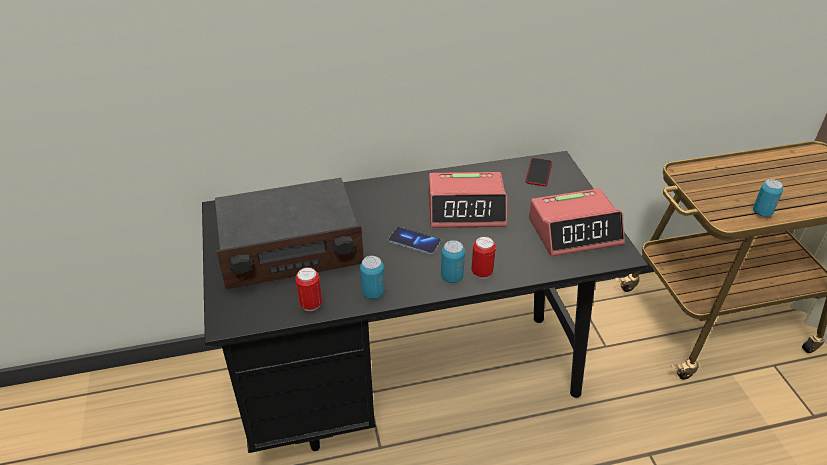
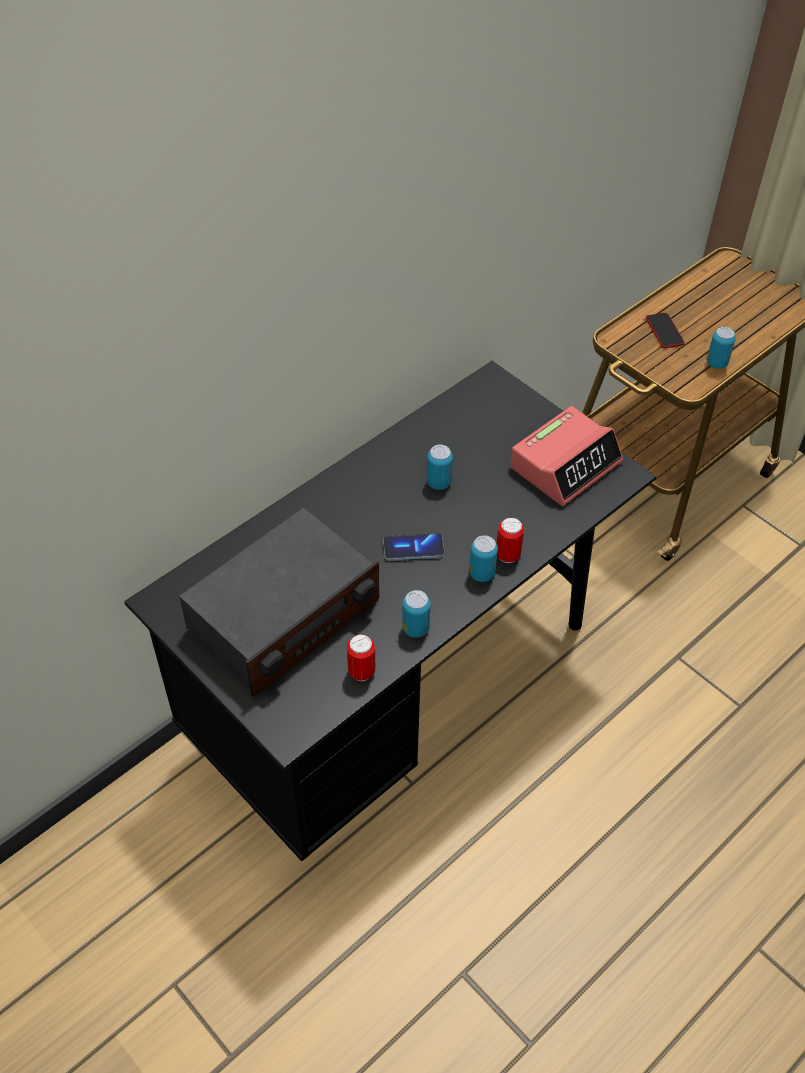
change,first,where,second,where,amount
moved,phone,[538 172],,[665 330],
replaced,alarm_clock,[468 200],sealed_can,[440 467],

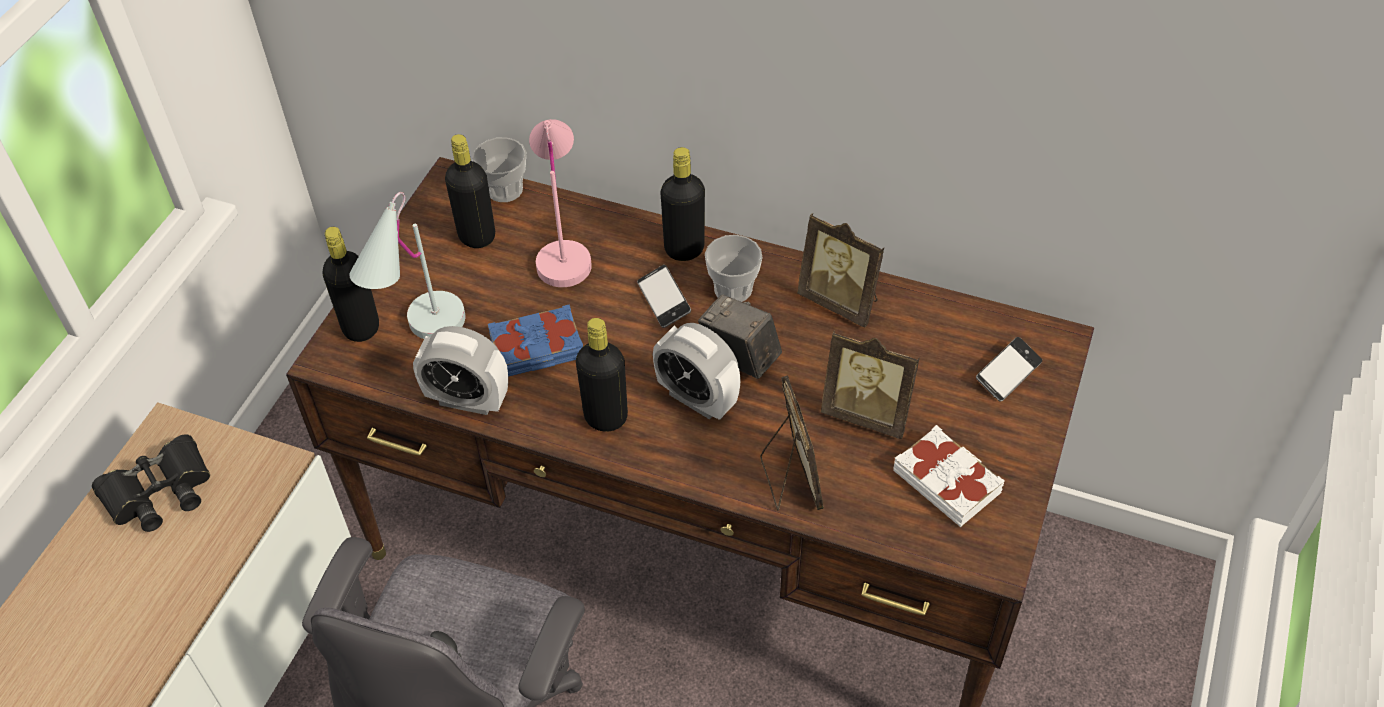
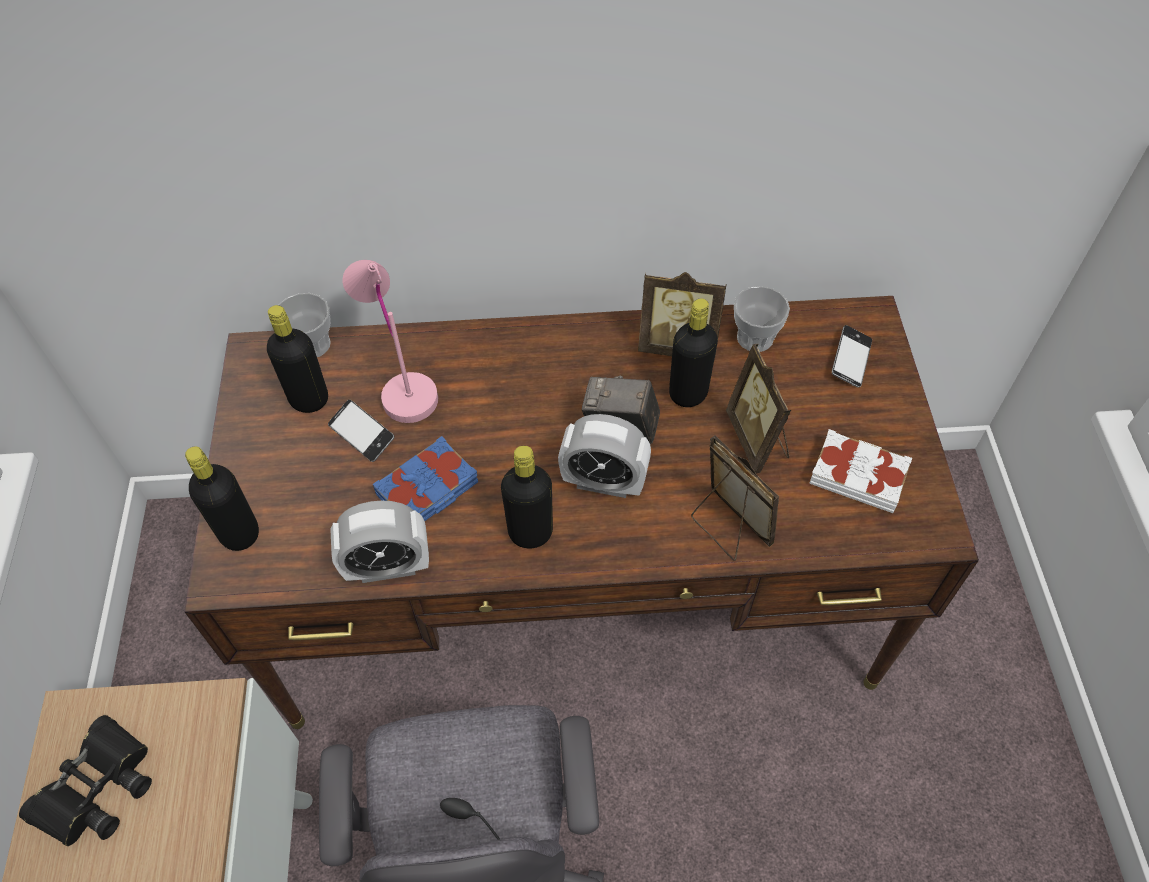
change,first,where,second,where,amount
moved,blackish_beverage_bottle,[683 204],,[693 353],
removed,white_tabletop_lamp,[407 265],,,
moved,cup,[733 268],,[762 319],
moved,phone,[664 296],,[361 431],
turned,standing_frame,[870 384],,[758 409],75 degrees clockwise

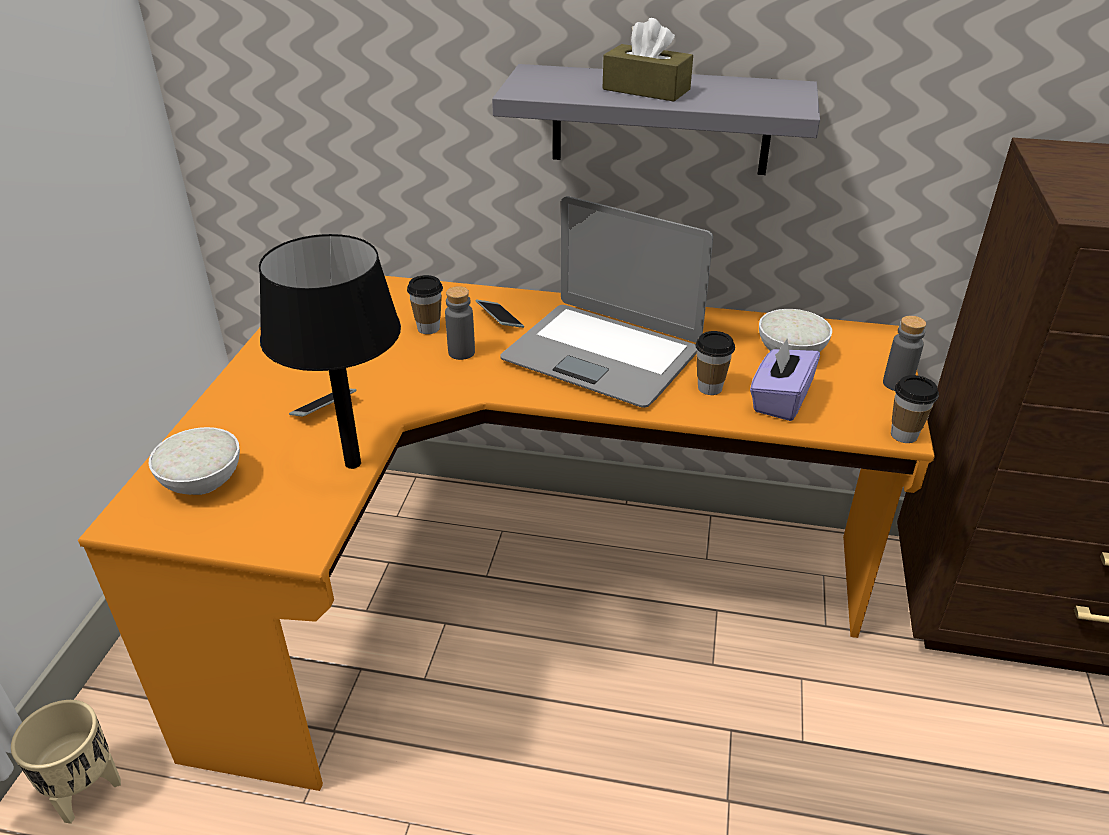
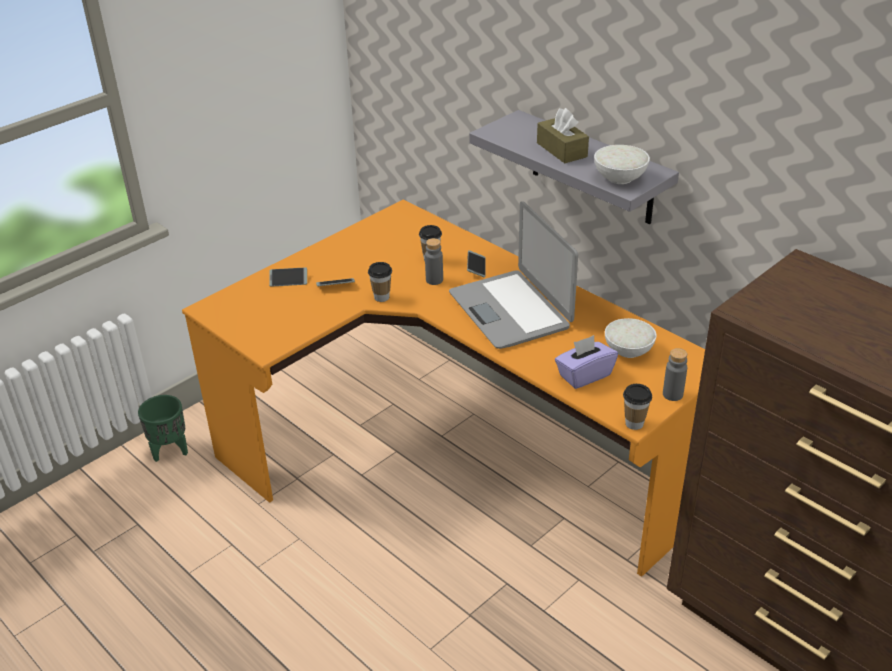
change,first,where,second,where,amount
removed,blackish_tabletop_lamp,[330 351],,,
moved,cup,[715 363],,[380 282],
moved,white_bowl,[194 461],,[622 164],
recoloured,beige_plant_pot,[66 762],greenish_plant_pot,[163 428],
added,,,phone,[288 277],

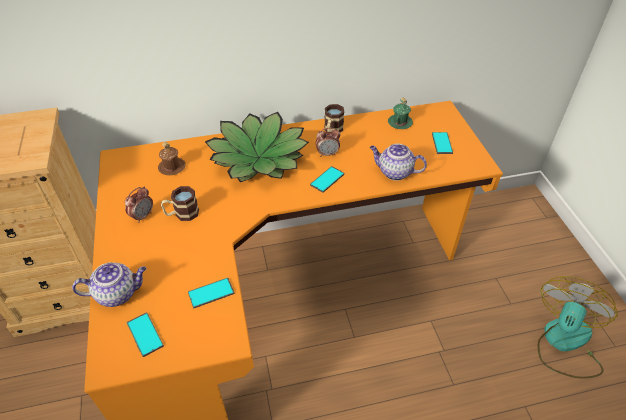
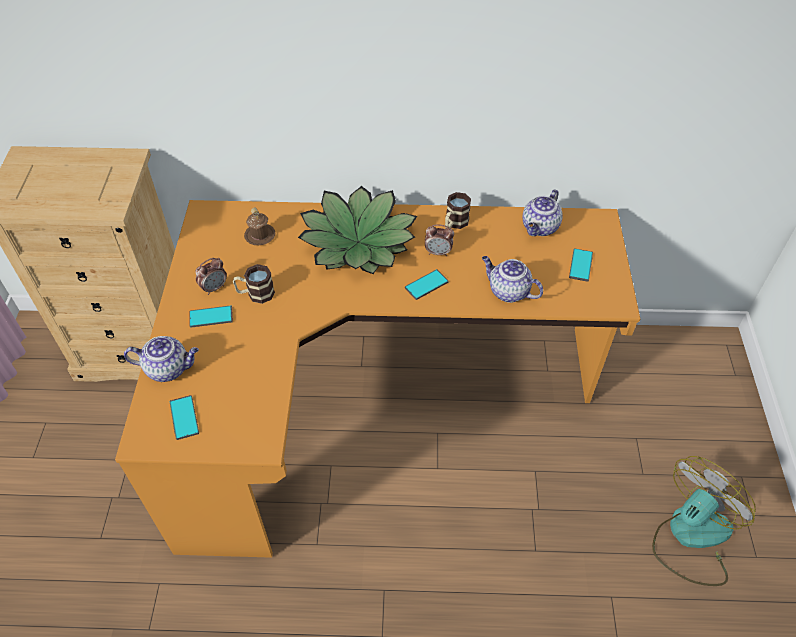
change,first,where,second,where,amount
replaced,greenish_mug,[400 113],tea_pot,[542 212],
moved,phone,[211 293],,[211 316],

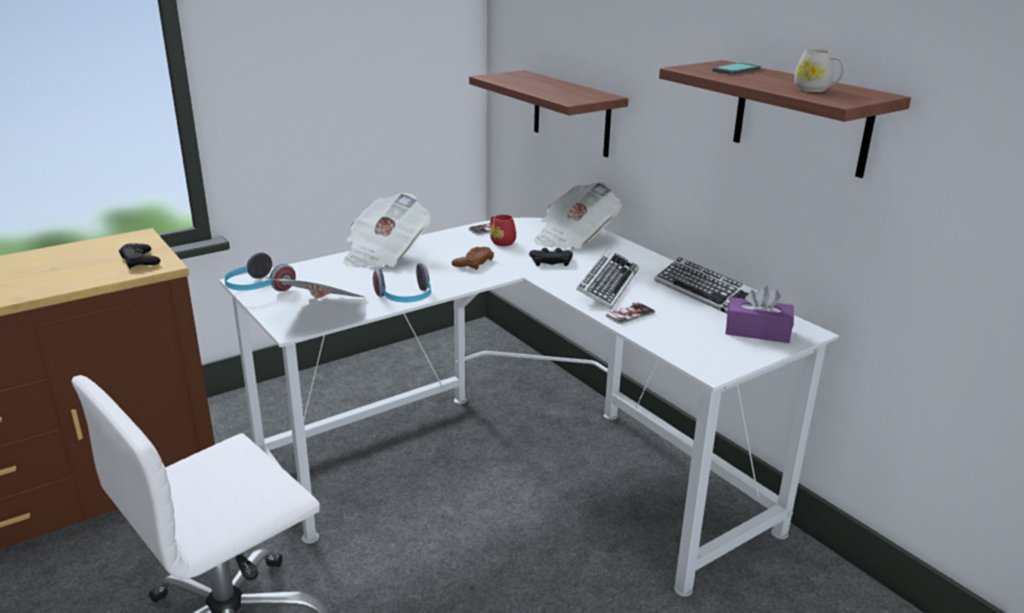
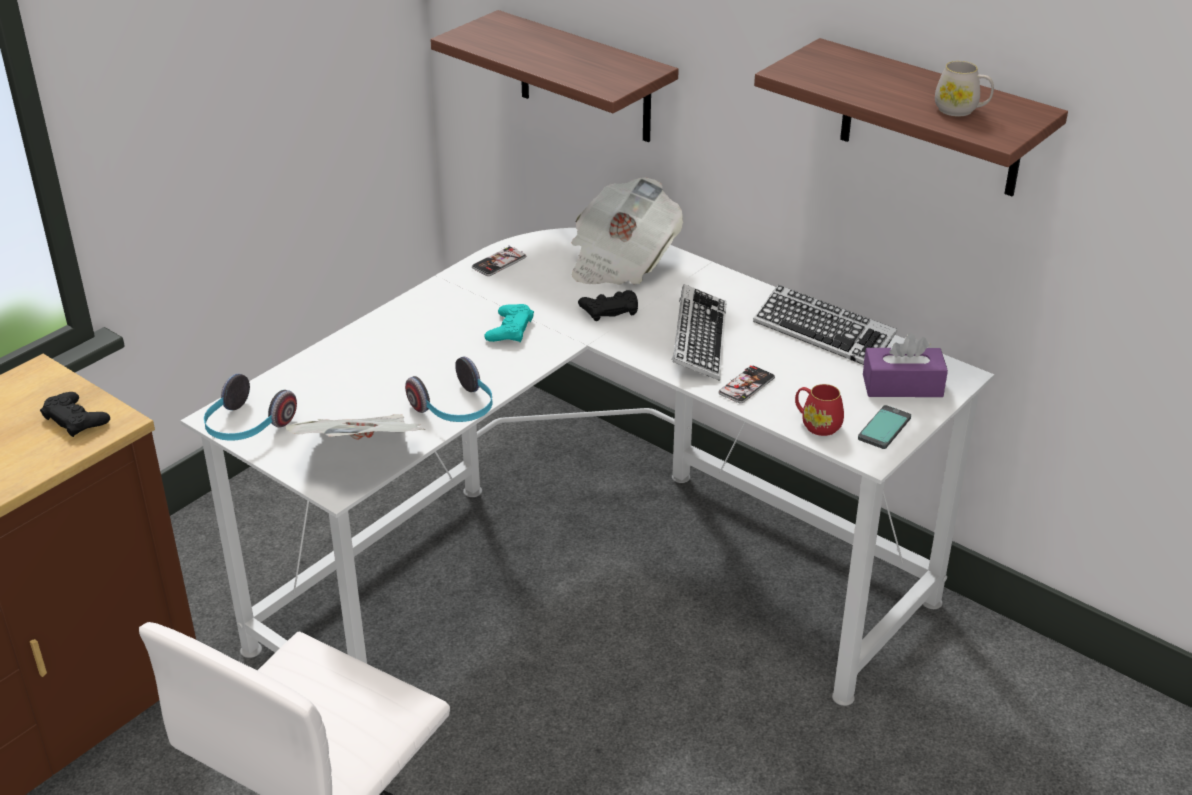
change,first,where,second,where,amount
moved,phone,[736 69],,[884 427],
removed,newspaper,[387 230],,,
moved,reddish_mug,[503 230],,[819 410],
recoloured,brownish_game_controller,[473 258],turquoise_game_controller,[509 323],

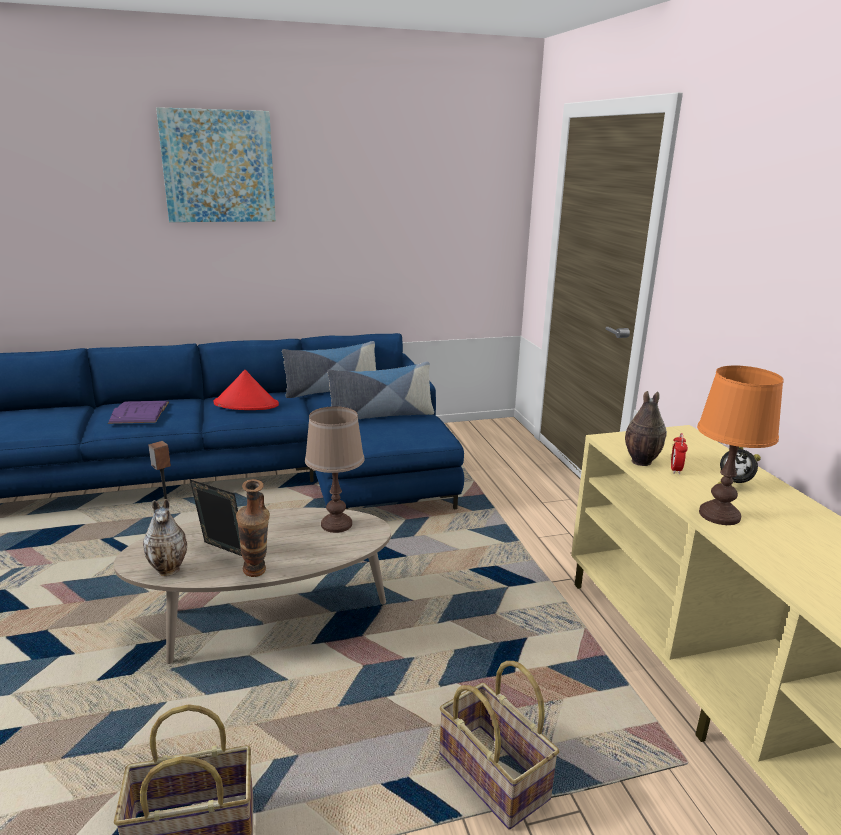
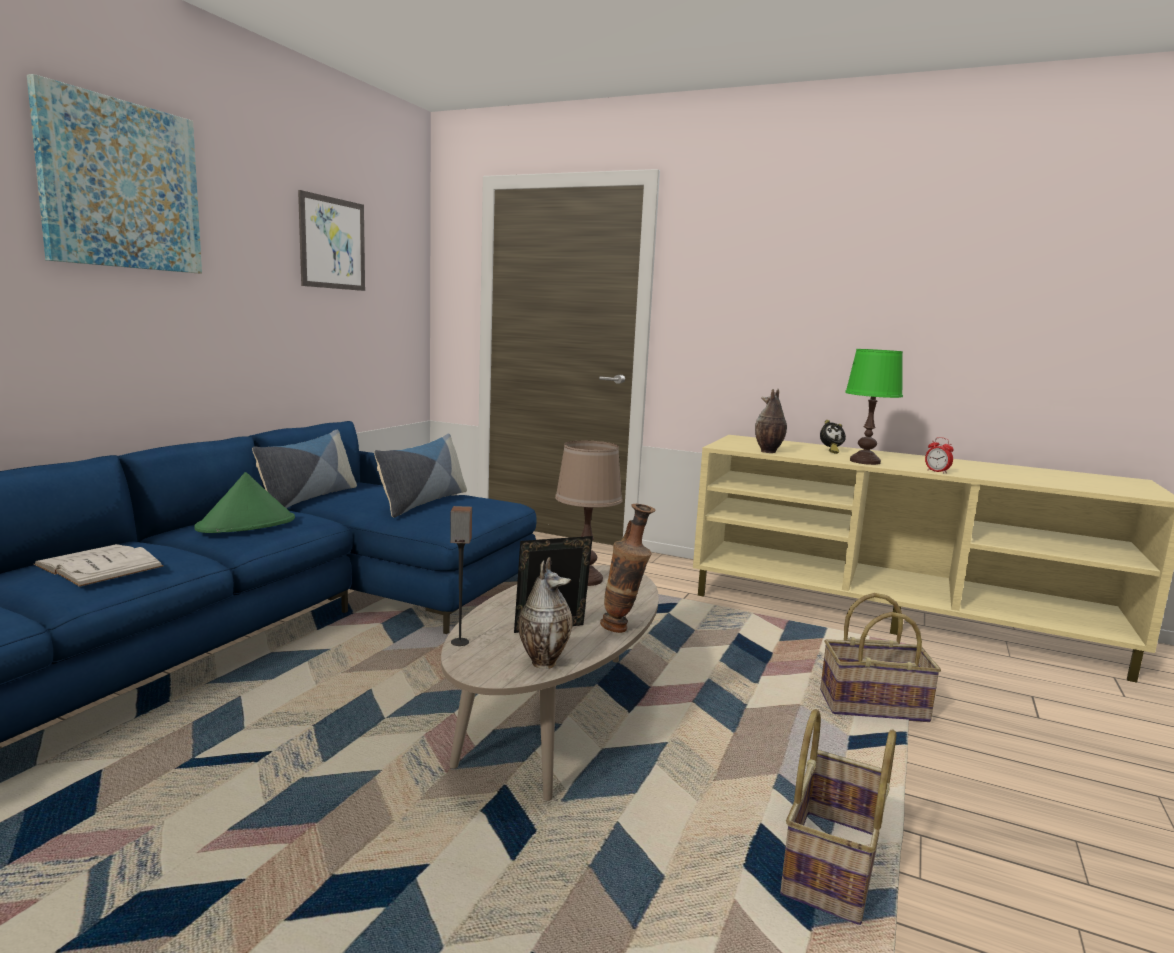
change,first,where,second,where,amount
recoloured,orange-coloured_tabletop_lamp,[740 445],greenish_tabletop_lamp,[874 407],
recoloured,reddish_hat,[246 390],greenish_hat,[244 502],
recoloured,purplish_volume,[138 412],white_volume,[99 565],
moved,alarm_clock,[679 453],,[939 455],
added,,,picture,[331 240],

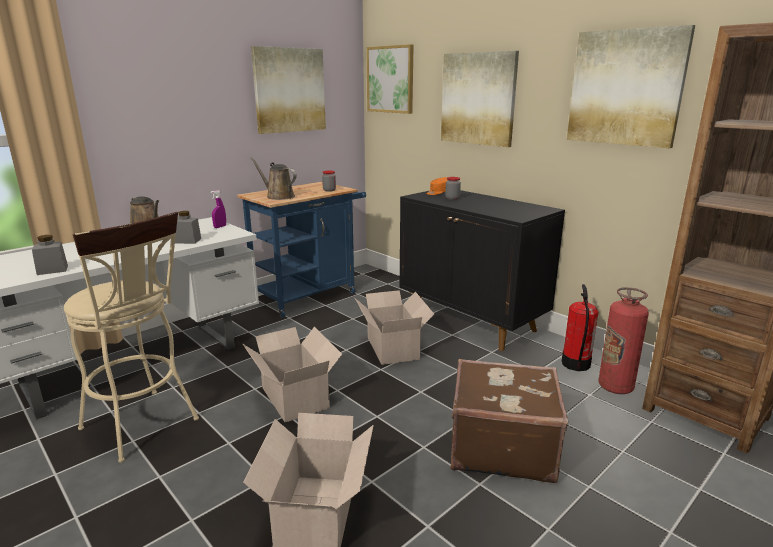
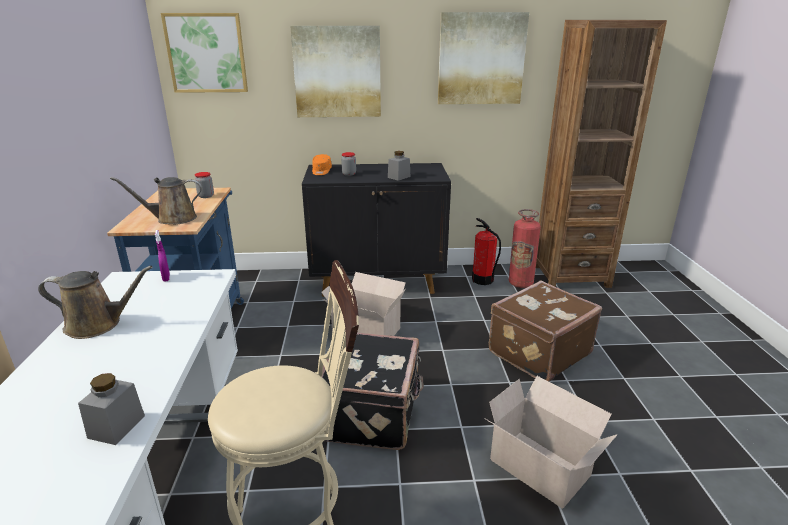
change,first,where,second,where,amount
removed,picture,[288 90],,,
moved,greyish_preserve_jar,[188 227],,[399 166],
replaced,carton,[292 374],blackish_travel_case,[372 391],

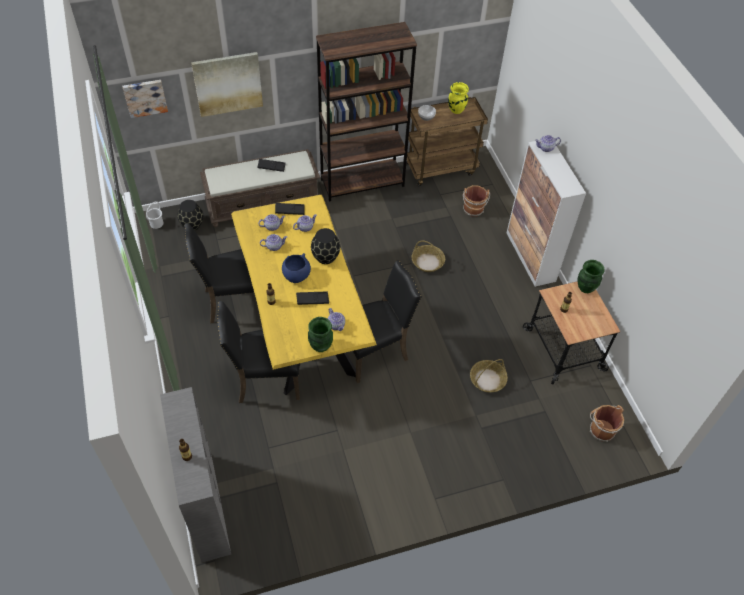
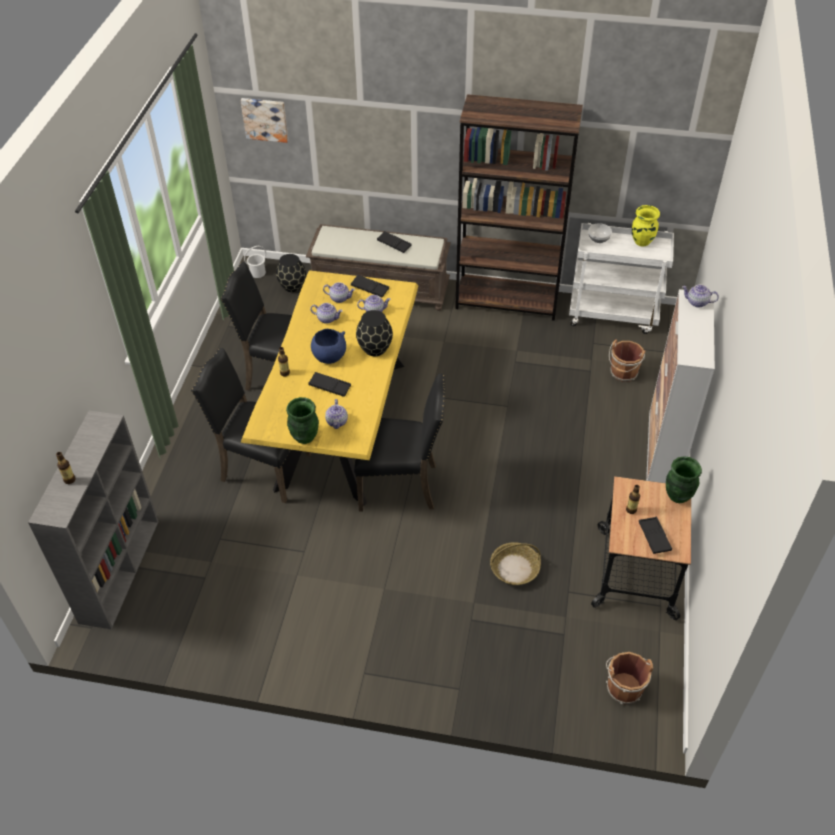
change,first,where,second,where,amount
removed,picture,[227 84],,,
recoloured,brownish_trolley,[447 142],white_trolley,[621 278],
removed,storage_basket,[428 256],,,
added,,,blackish_serving_tray,[655 535],

